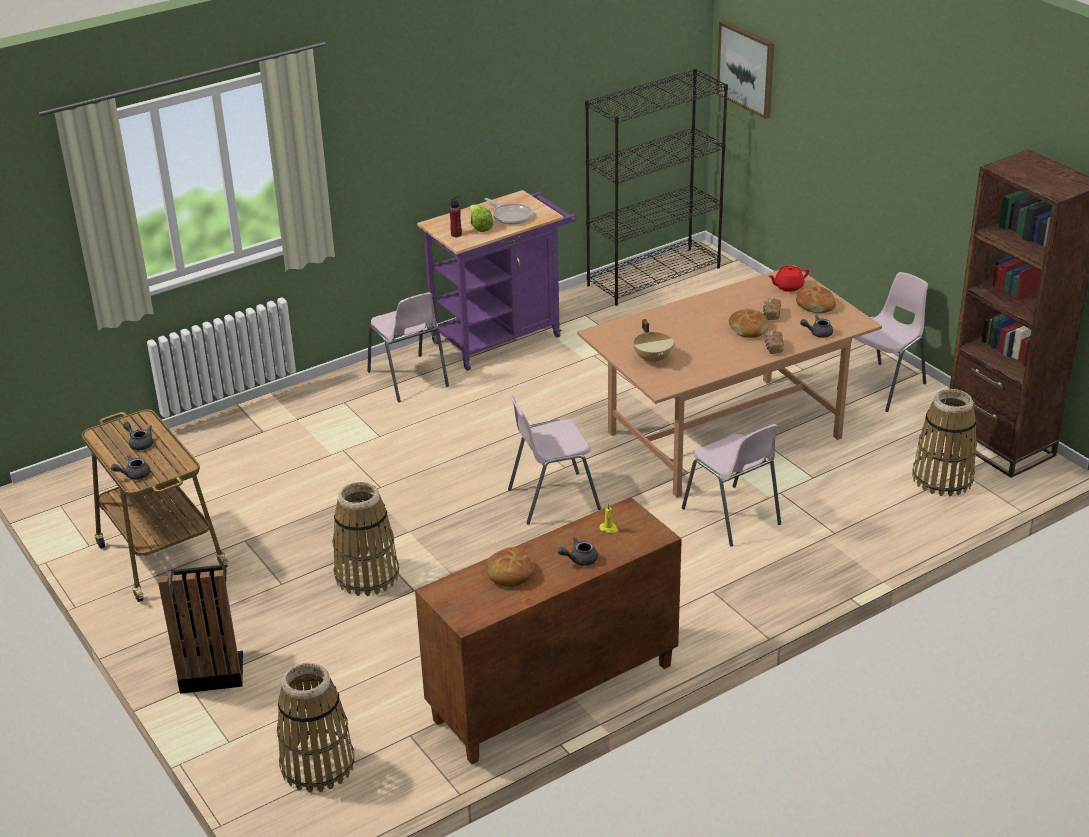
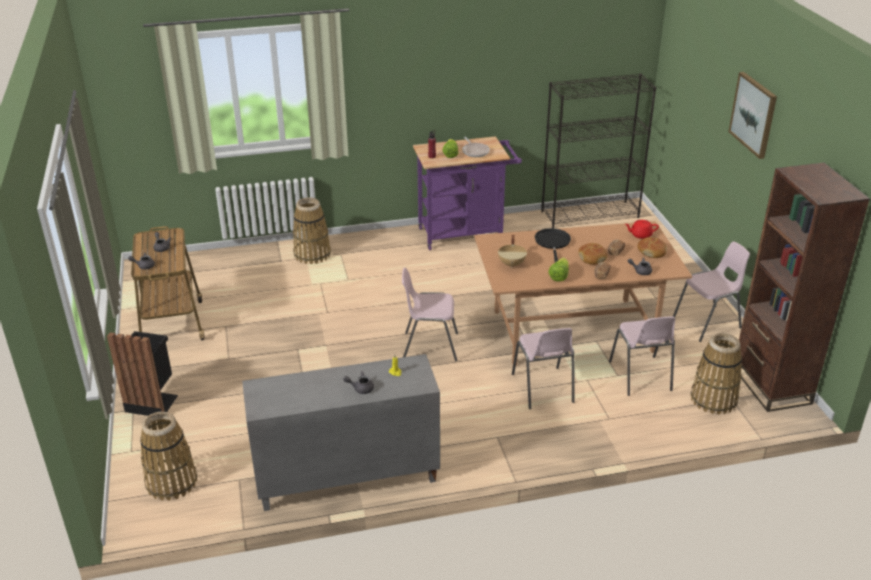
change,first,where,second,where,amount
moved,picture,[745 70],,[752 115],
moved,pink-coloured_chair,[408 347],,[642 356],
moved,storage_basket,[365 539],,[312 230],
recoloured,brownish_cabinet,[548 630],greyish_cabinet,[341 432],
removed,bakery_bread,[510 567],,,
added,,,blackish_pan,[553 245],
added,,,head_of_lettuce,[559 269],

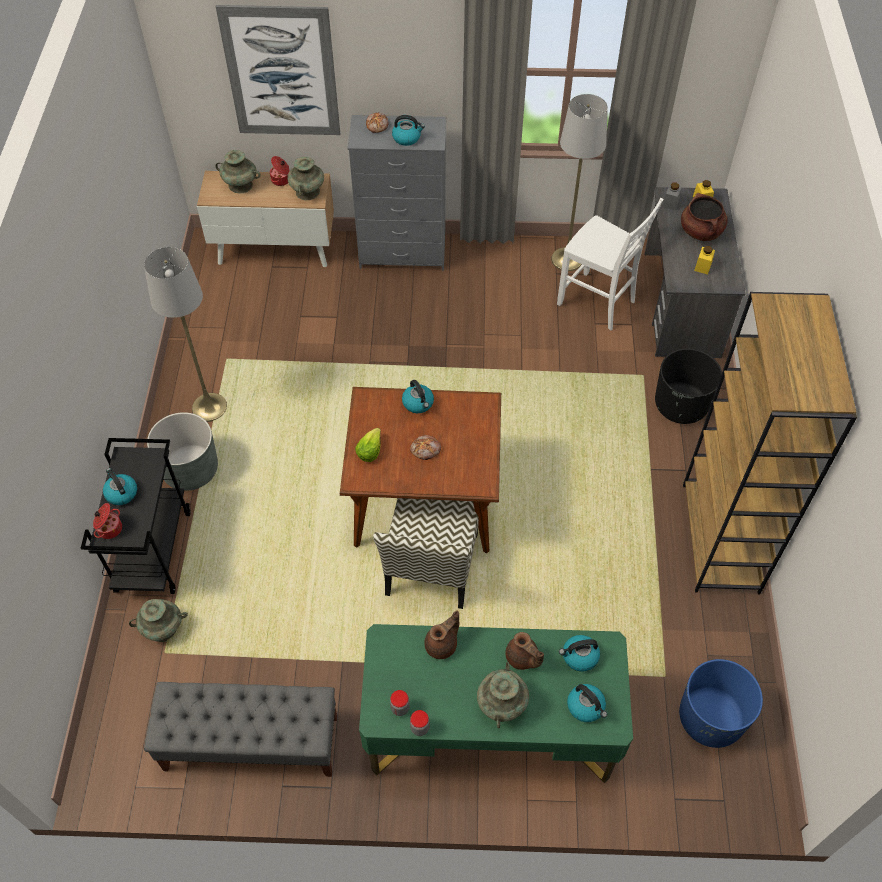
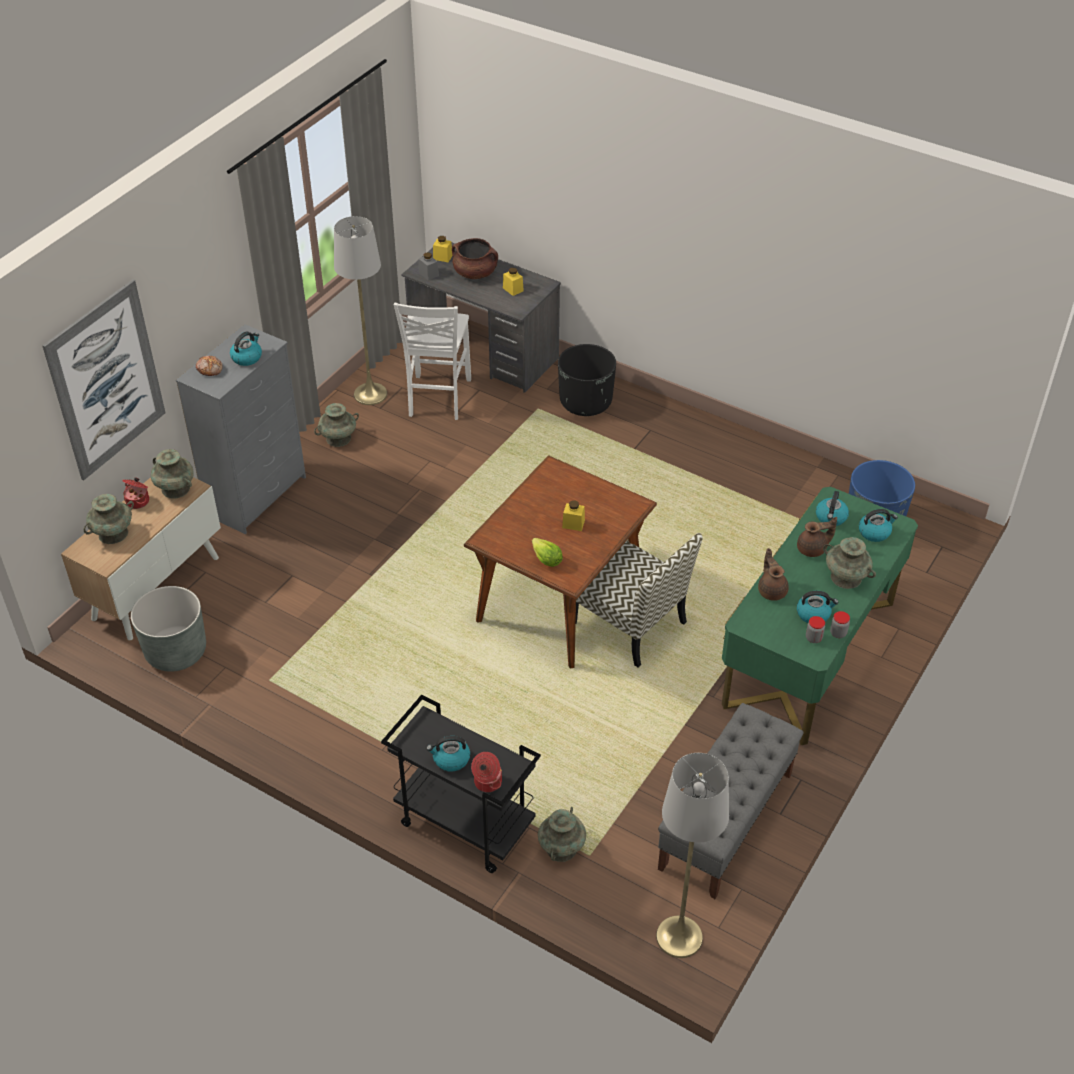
change,first,where,second,where,amount
turned,white_chair,[610 264],,[432 361],120 degrees clockwise
moved,greyish_standard_lamp,[185 334],,[692 855],
removed,brownish_bookcase,[770 443],,,
moved,tea_kettle,[418 396],,[818 607],
moved,greyish_plant_pot,[182 451],,[168 629],
replaced,bakery_bread,[425 447],yellow-coloured_preserve_jar,[573 516],
added,,,turquoise_decorative_vase,[336 425],

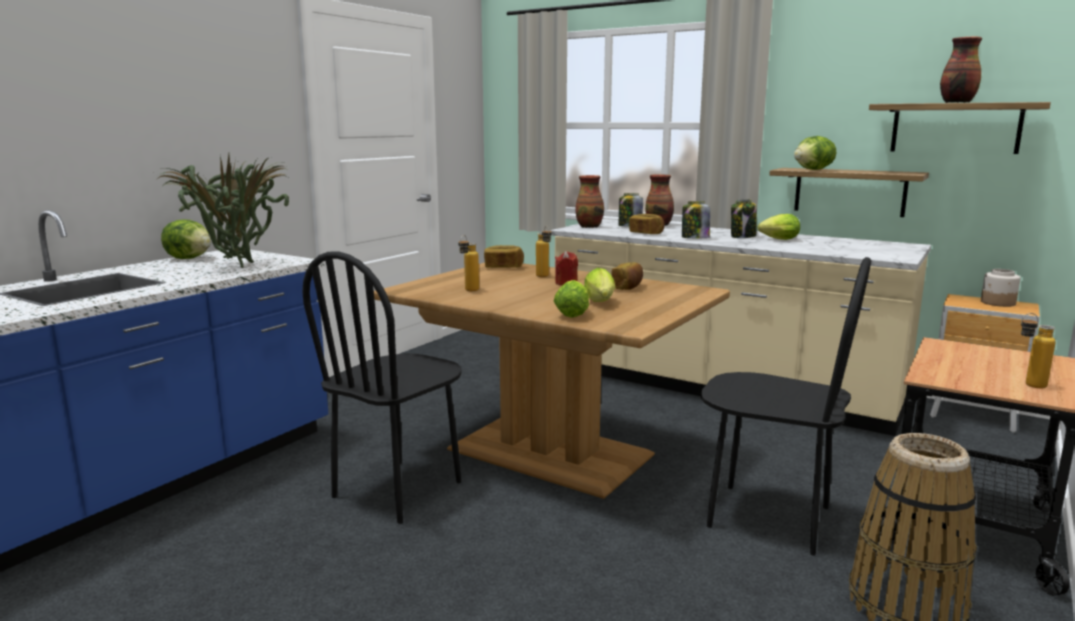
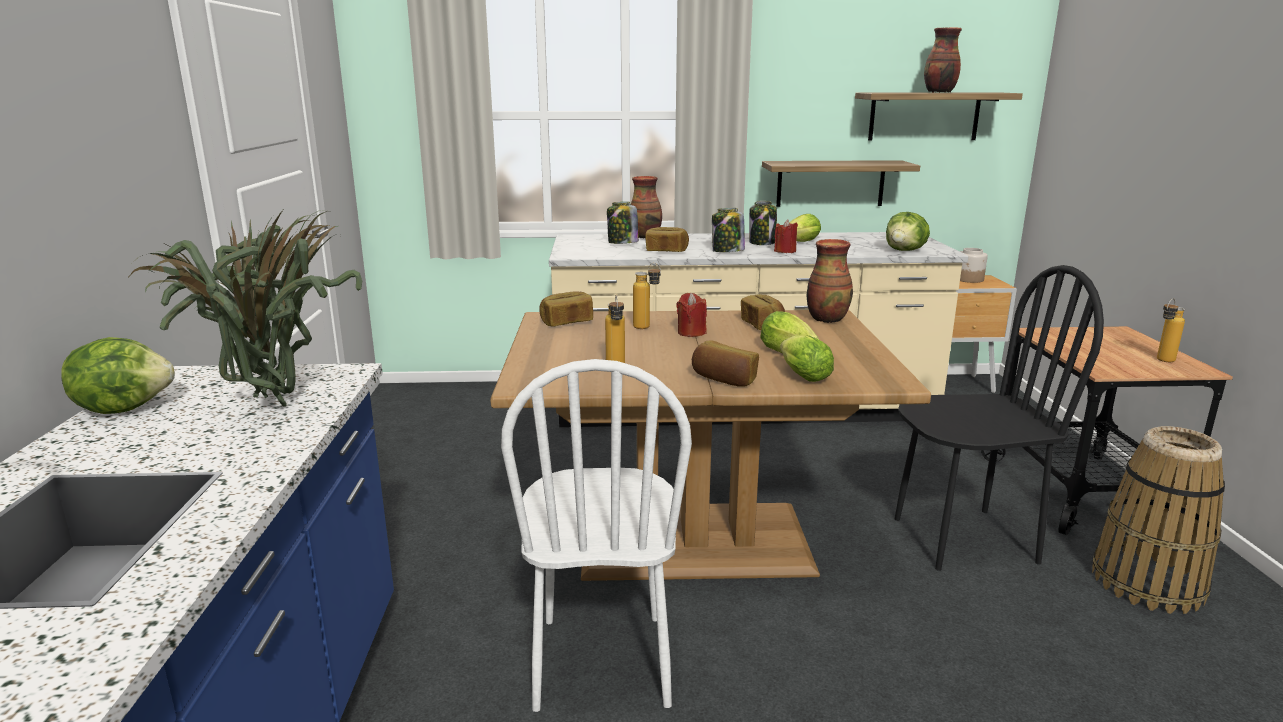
change,first,where,second,where,amount
moved,head_of_lettuce,[815 153],,[908 231],
moved,decorative_vase,[590 201],,[830 281],
recoloured,blackish_chair,[382 387],white_chair,[596 535],
added,,,reddish_candle,[786 236],
added,,,bakery_bread,[725 364],

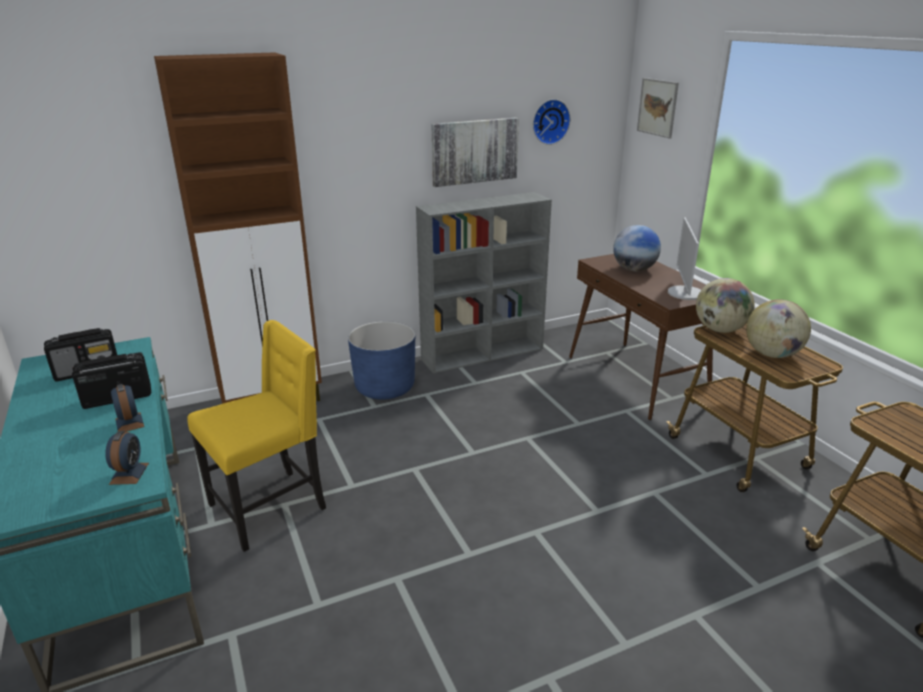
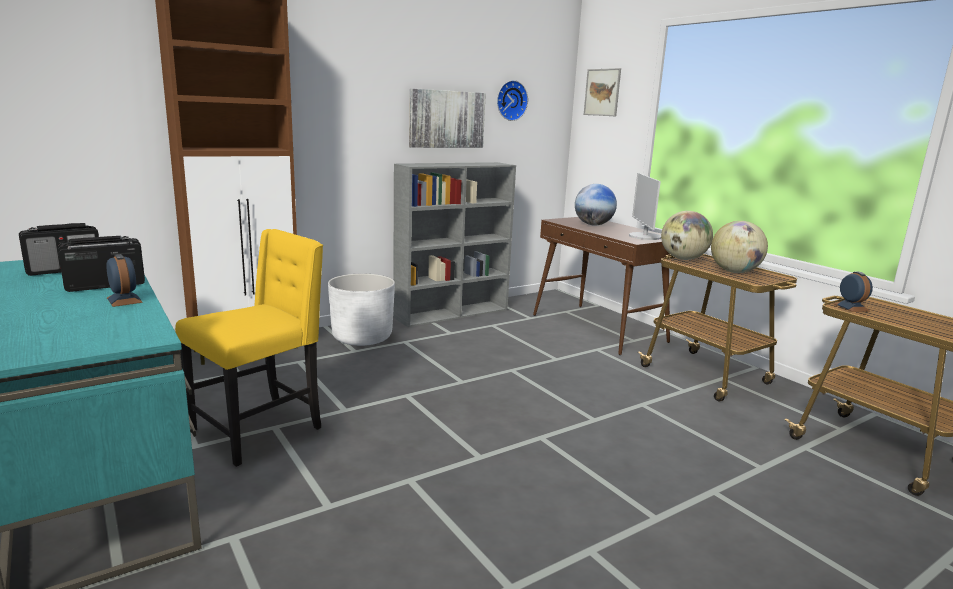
change,first,where,second,where,amount
recoloured,blue_plant_pot,[381 360],white_plant_pot,[361 310],
moved,alarm_clock,[127 458],,[853 292],

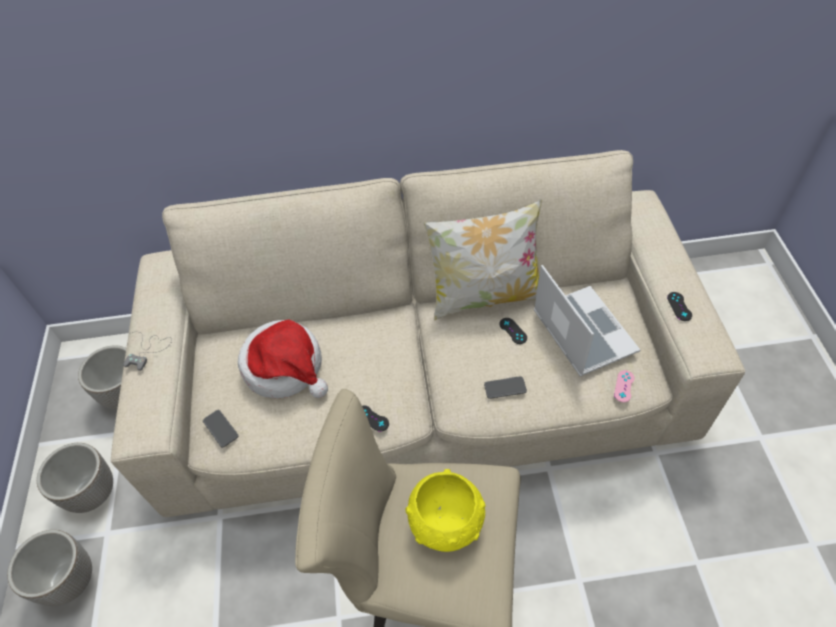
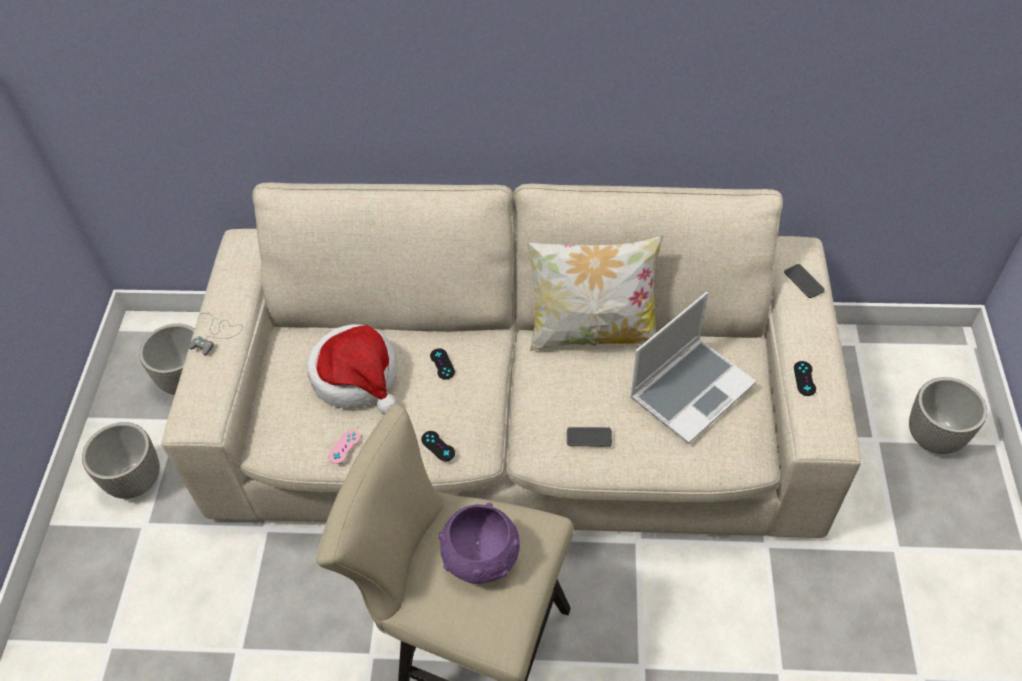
change,first,where,second,where,amount
turned,portable_computer,[587 321],,[693 368],60 degrees clockwise
moved,blackish_game_controller,[513 331],,[442 364],
moved,pink-coloured_game_controller,[624 386],,[344 447],
moved,phone,[220 428],,[804 281],
recoloured,yellow-coloured_bowl,[445 510],purplish_bowl,[479 543],
moved,plant_pot,[49 568],,[948 415],

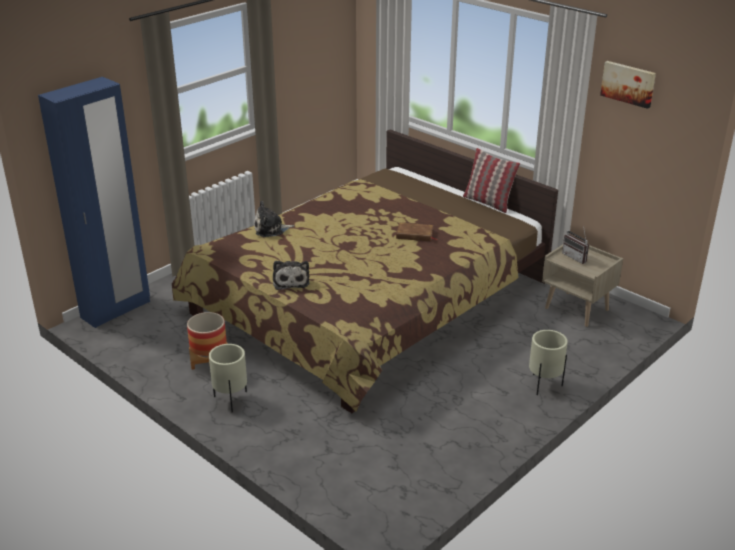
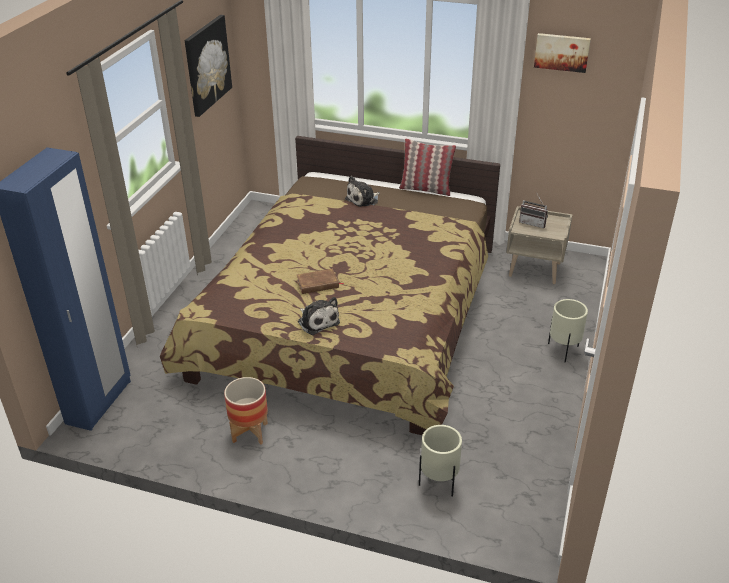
change,first,where,second,where,amount
moved,plush_toy,[274 219],,[362 191],
moved,brownish_volume,[416 232],,[320 281],
moved,beige_plant_pot,[228 378],,[440 461],
added,,,picture,[208 66],

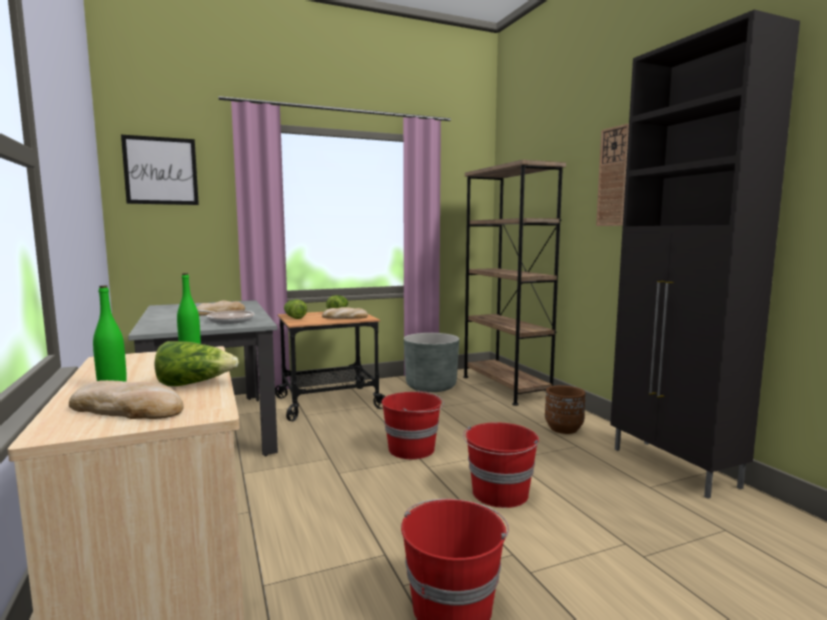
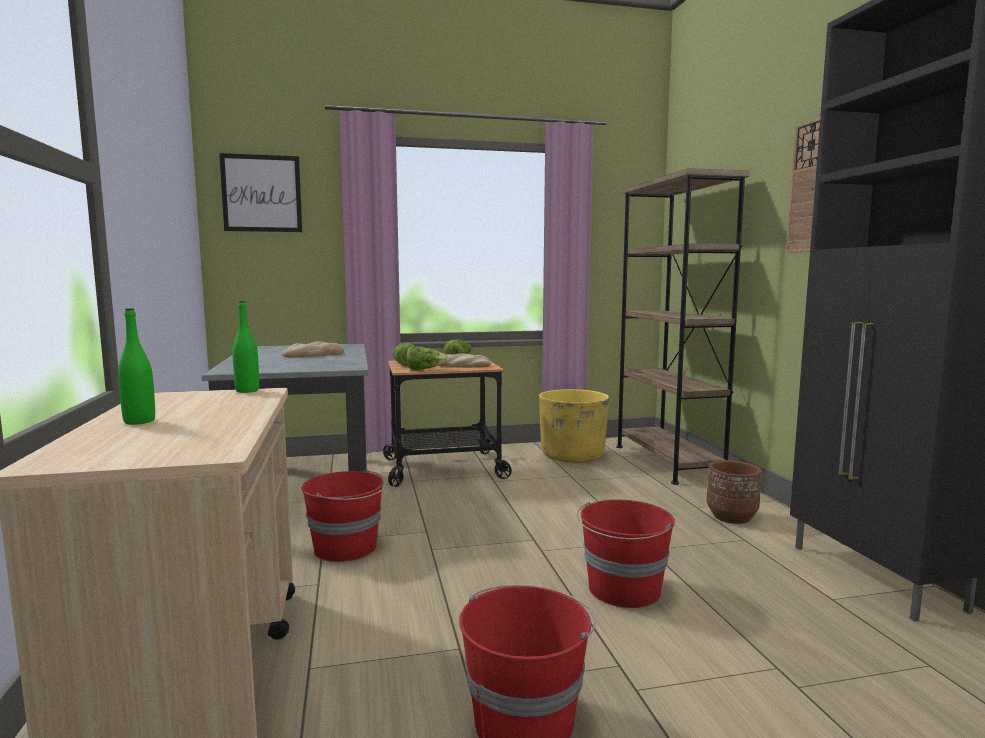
change,first,where,second,where,amount
removed,pan,[226 317],,,
recoloured,greyish_plant_pot,[431 362],yellow-coloured_plant_pot,[574 426],
moved,head_of_lettuce,[196 363],,[427 358],
removed,bakery_bread,[126 399],,,
moved,reddish_bucket,[413 424],,[344 515],

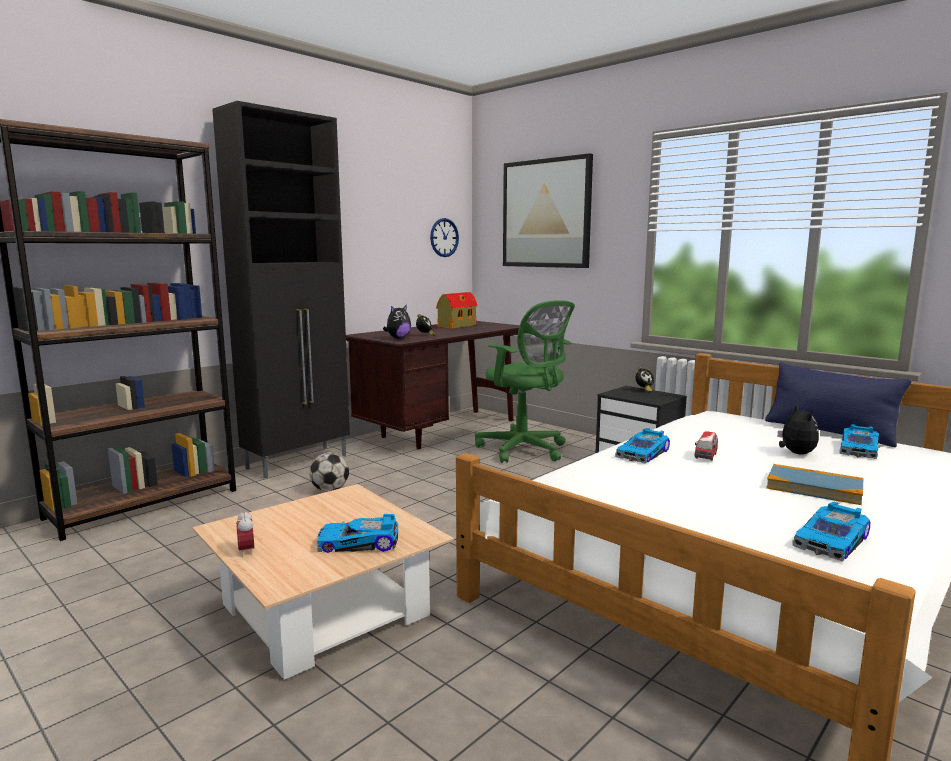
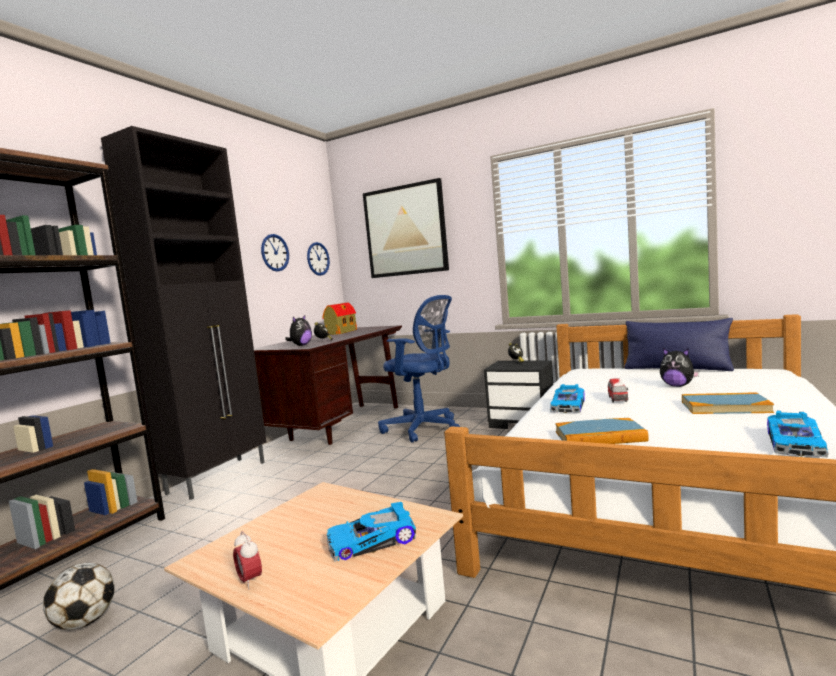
change,first,where,second,where,amount
recoloured,greenish_office_chair,[525 381],blue_office_chair,[419 369],
turned,plush_toy,[798 429],,[679 367],150 degrees clockwise
removed,model_car,[859 441],,,
moved,football_ball,[329 472],,[79 596],
added,,,hanging_clock,[275 253],
added,,,volume,[601 431],

